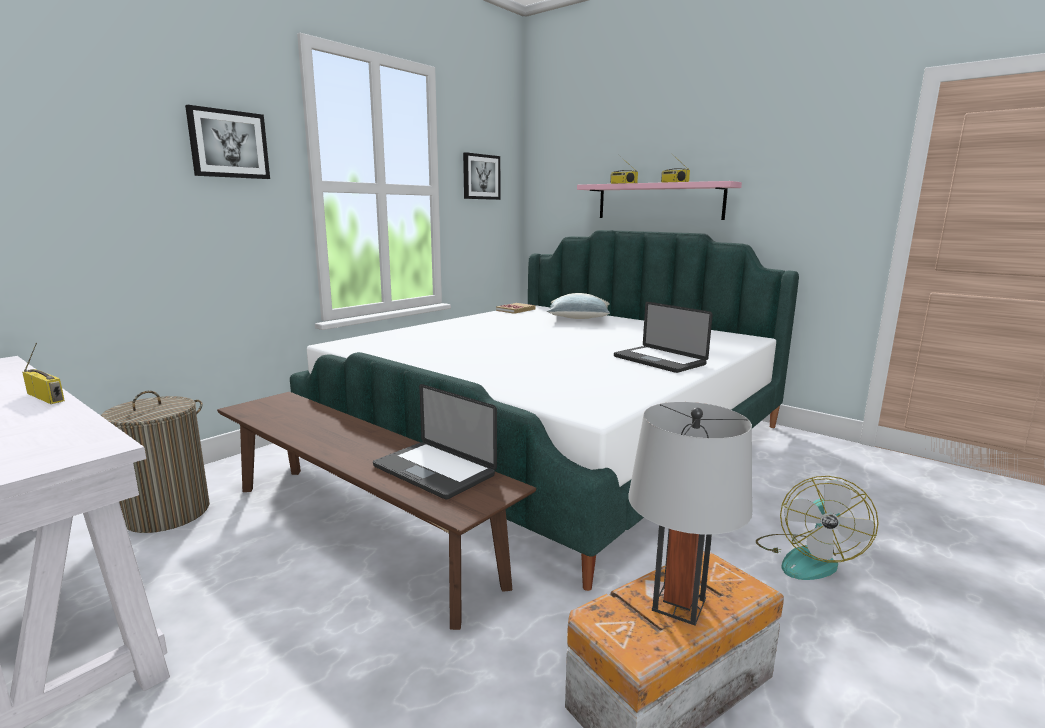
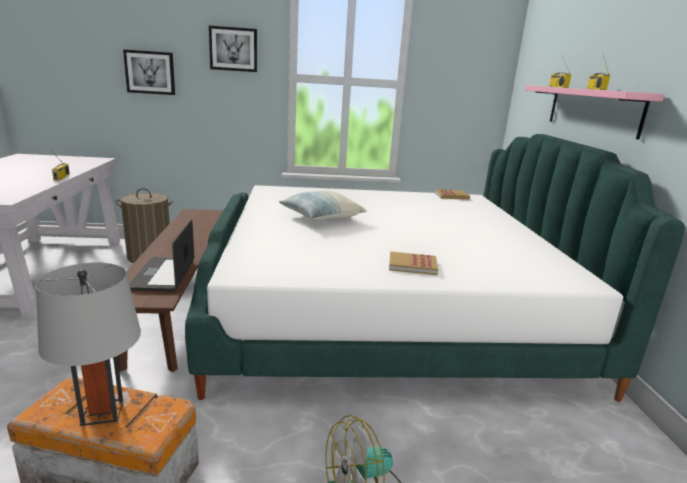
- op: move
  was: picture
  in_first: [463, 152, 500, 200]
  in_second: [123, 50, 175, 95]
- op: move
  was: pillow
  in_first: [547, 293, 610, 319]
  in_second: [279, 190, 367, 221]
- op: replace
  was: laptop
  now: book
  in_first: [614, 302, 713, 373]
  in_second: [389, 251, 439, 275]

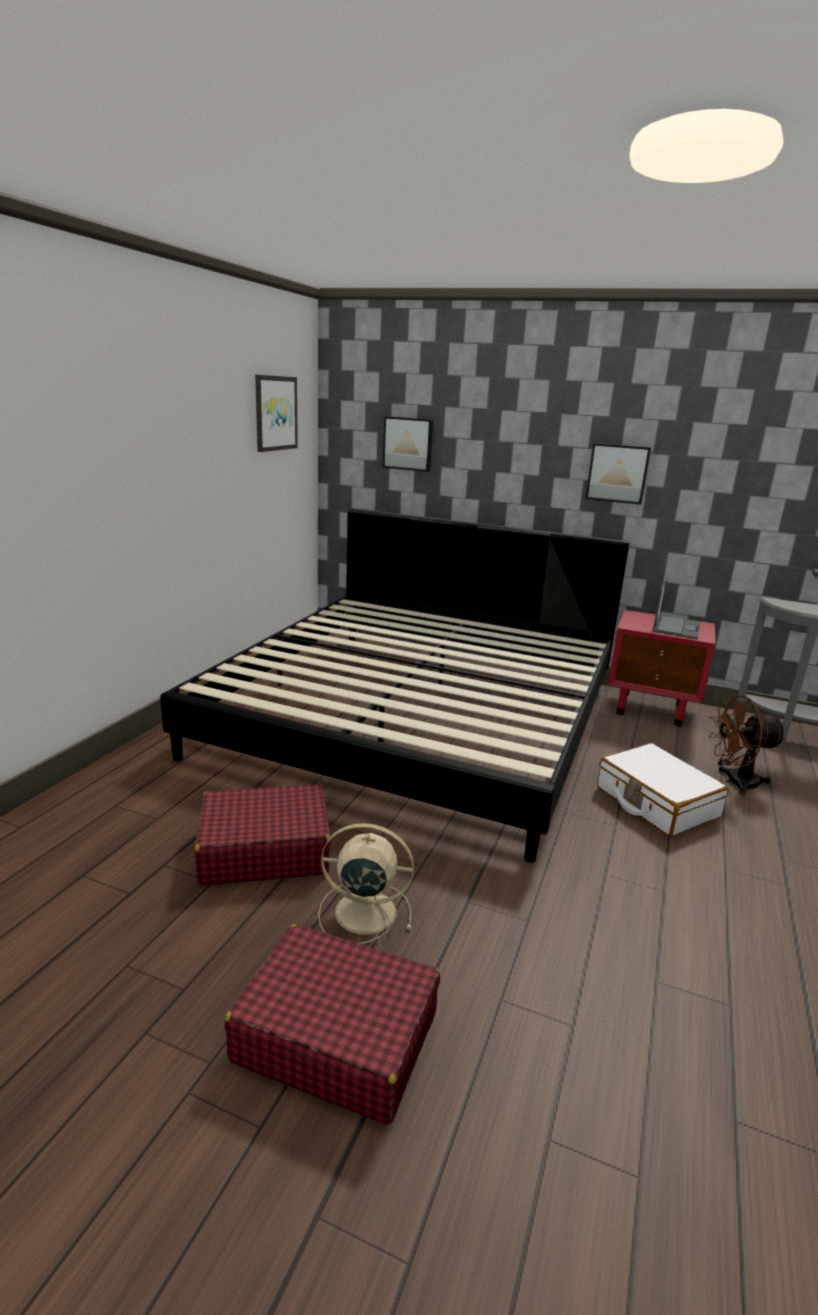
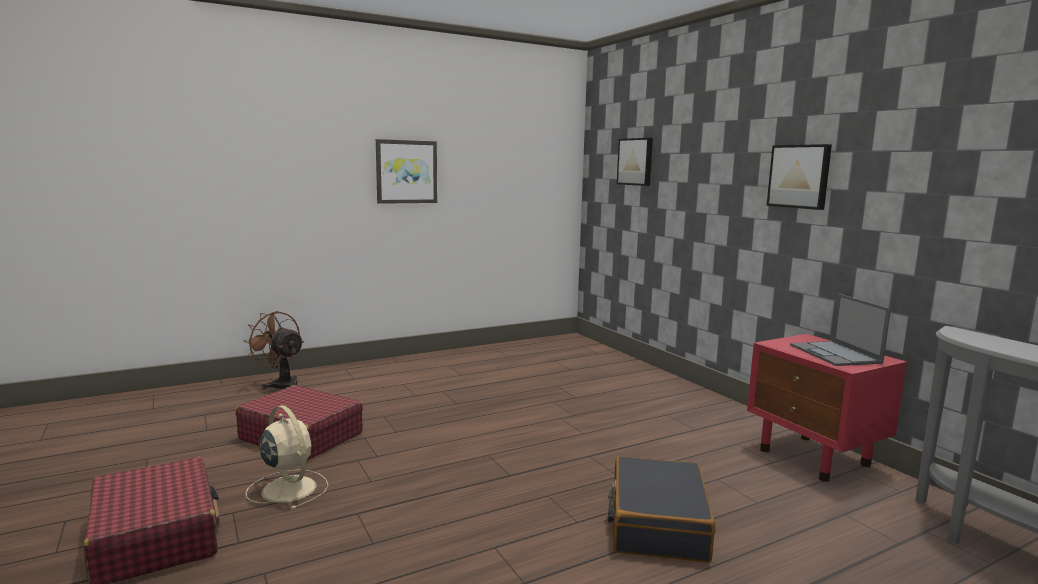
- op: move
  was: brown fan
  in_first: [709, 695, 787, 795]
  in_second: [243, 311, 304, 390]
- op: move
  was: picture
  in_first: [255, 375, 298, 452]
  in_second: [376, 139, 437, 204]
- op: recolor
  was: white suitcase
  now: black suitcase
  in_first: [597, 743, 729, 837]
  in_second: [608, 456, 715, 563]
- op: rotate
  was: laptop
  in_first: [653, 576, 701, 639]
  in_second: [790, 294, 891, 366]
  clockwise: 105
- op: delete
  was: bed
  in_first: [160, 508, 630, 863]

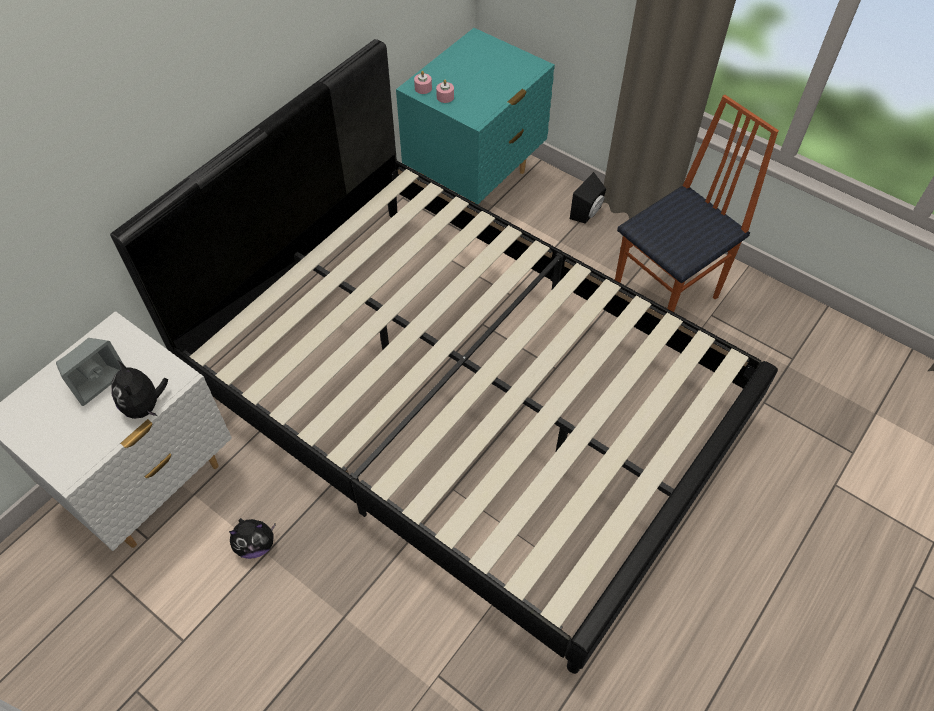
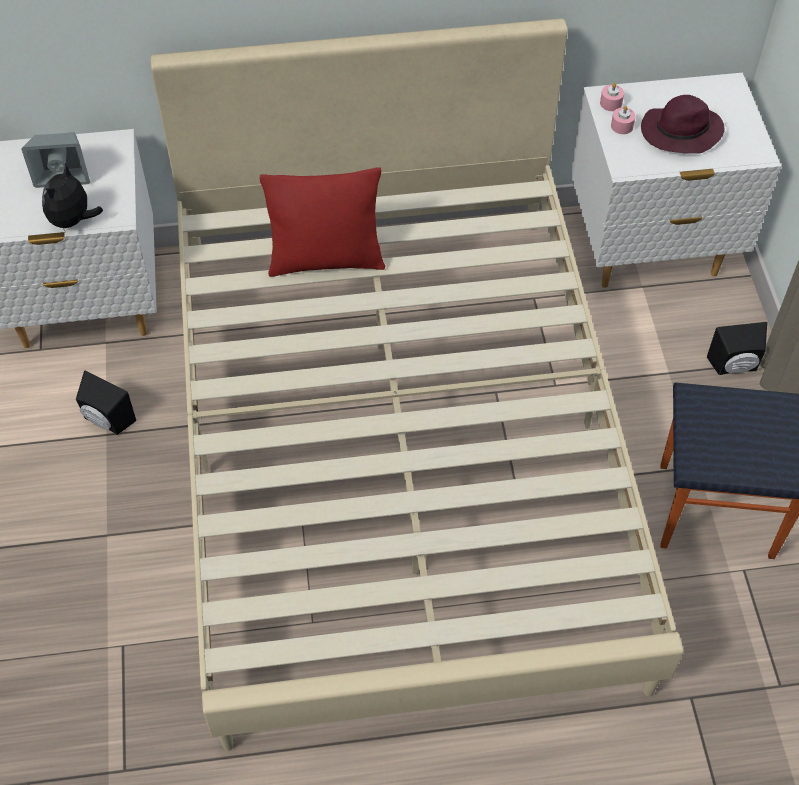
- op: replace
  was: plush toy
  now: black speaker
  in_first: [229, 518, 275, 559]
  in_second: [76, 370, 136, 435]
- op: recolor
  was: black bed
  now: beige bed
  in_first: [110, 39, 778, 674]
  in_second: [151, 18, 683, 751]
- op: insert
  now: red pillow
  in_second: [260, 167, 386, 277]
- op: recolor
  was: turquoise nightstand
  now: white nightstand
  in_first: [396, 28, 555, 204]
  in_second: [570, 73, 781, 288]
- op: insert
  now: purple hat
  in_second: [641, 95, 725, 154]

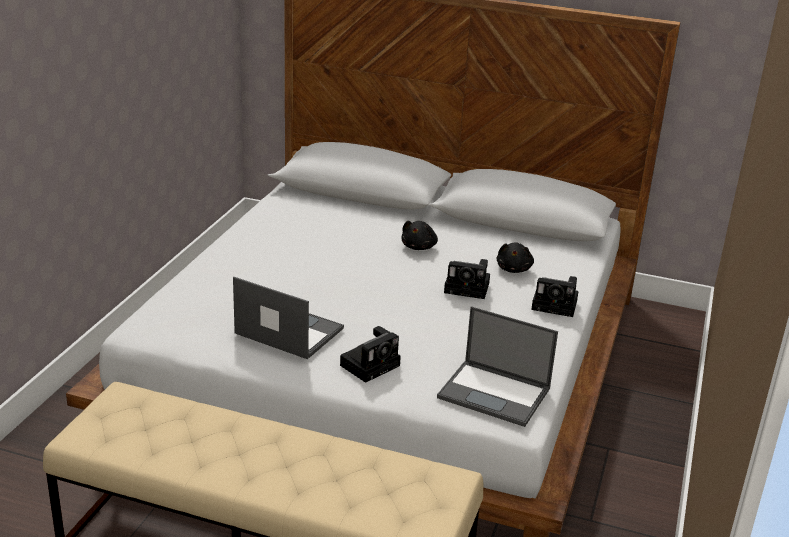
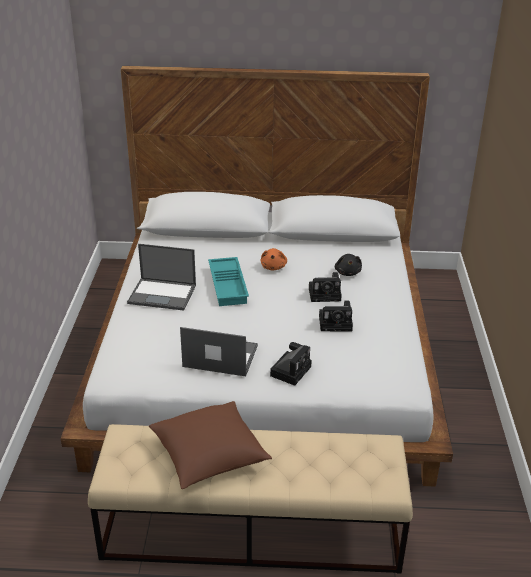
- op: move
  was: laptop
  in_first: [437, 306, 558, 427]
  in_second: [127, 244, 196, 311]
- op: insert
  now: brown pillow
  in_second: [149, 401, 272, 489]
- op: insert
  now: turquoise tray
  in_second: [208, 257, 249, 306]
- op: recolor
  was: black plush toy
  now: orange plush toy
  in_first: [401, 221, 438, 250]
  in_second: [260, 248, 287, 270]
- op: move
  was: photo camera
  in_first: [531, 276, 579, 317]
  in_second: [319, 301, 353, 331]

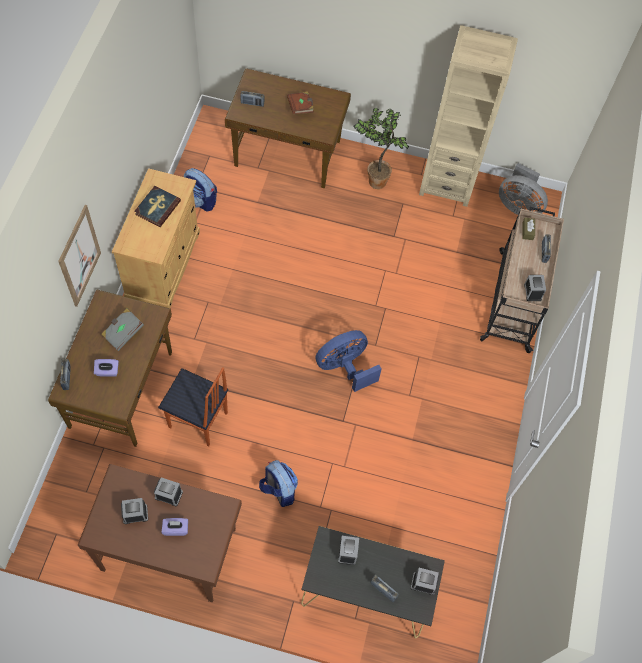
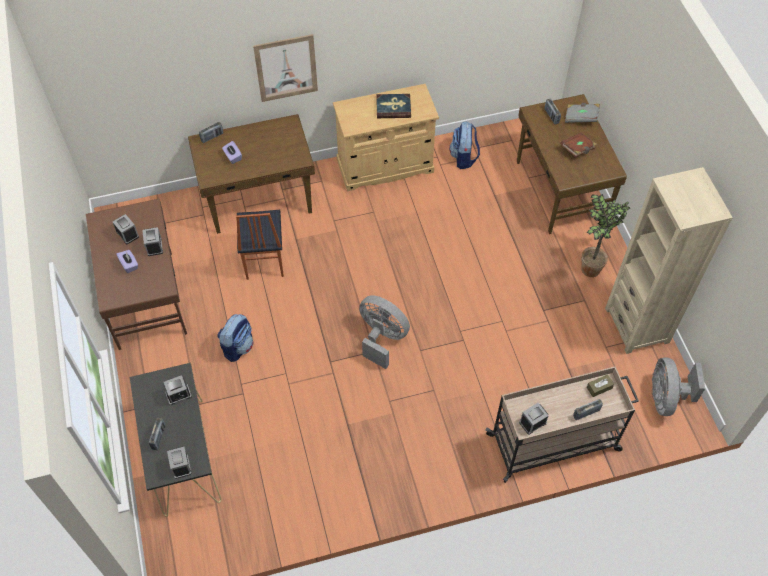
- op: recolor
  was: blue fan
  now: grey fan
  in_first: [315, 330, 381, 392]
  in_second: [359, 295, 410, 369]
- op: move
  was: grey book
  in_first: [101, 308, 144, 351]
  in_second: [565, 103, 600, 123]

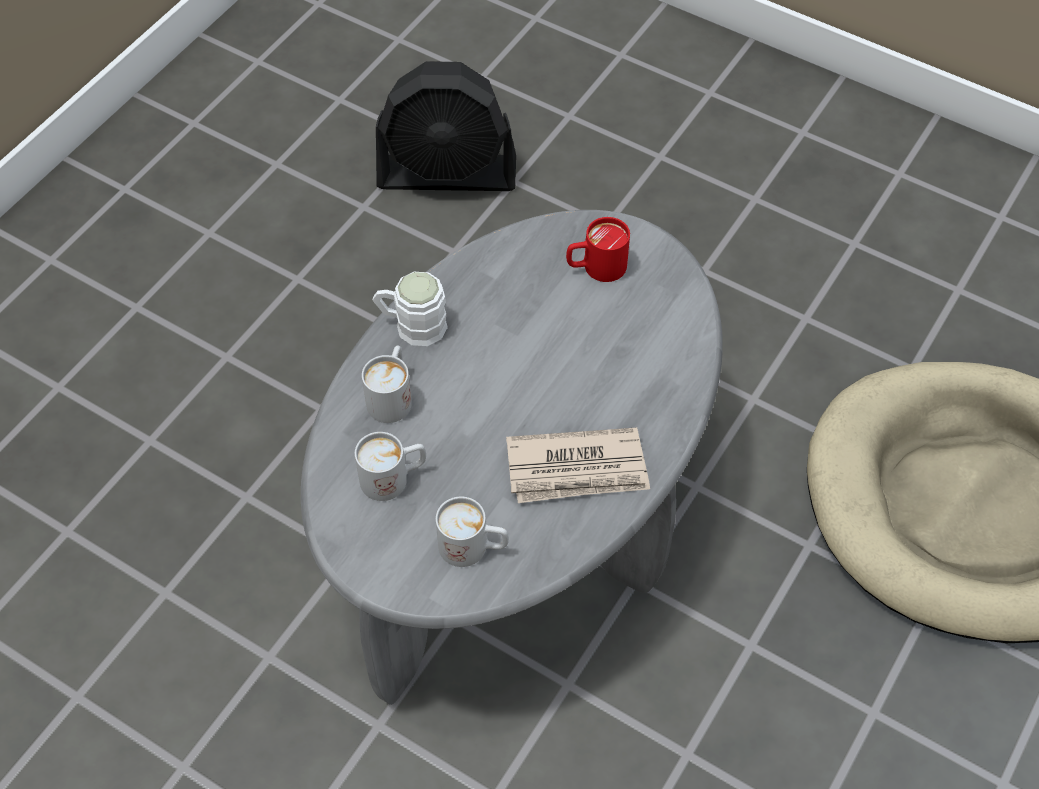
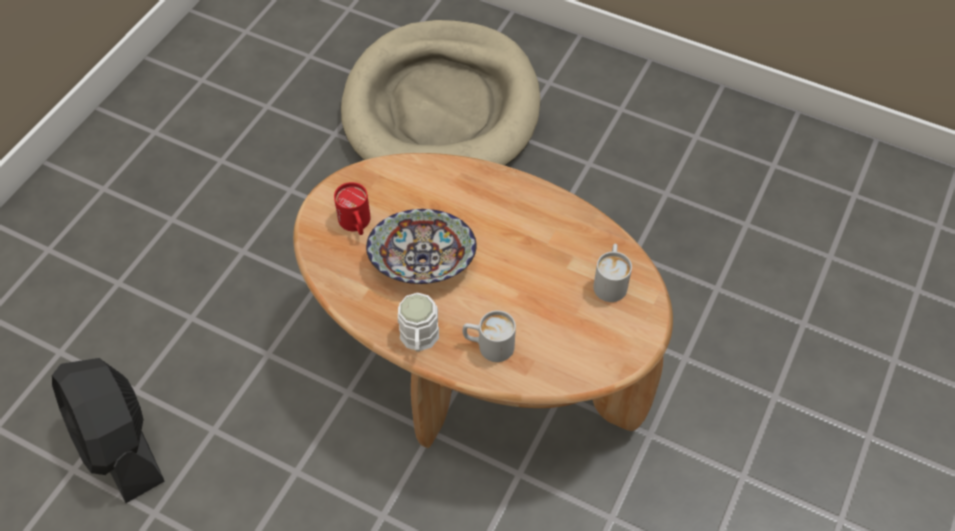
- op: rotate
  was: black fan
  in_first: [376, 61, 516, 191]
  in_second: [52, 358, 165, 503]
  clockwise: 150
- op: recolor
  was: grey coffee table
  now: brown coffee table
  in_first: [301, 210, 723, 705]
  in_second: [293, 153, 673, 448]
- op: insert
  now: bowl
  in_second: [366, 209, 477, 284]
- op: delete
  was: white mug
  in_first: [355, 432, 426, 501]
- op: delete
  was: newspaper
  in_first: [506, 428, 650, 503]

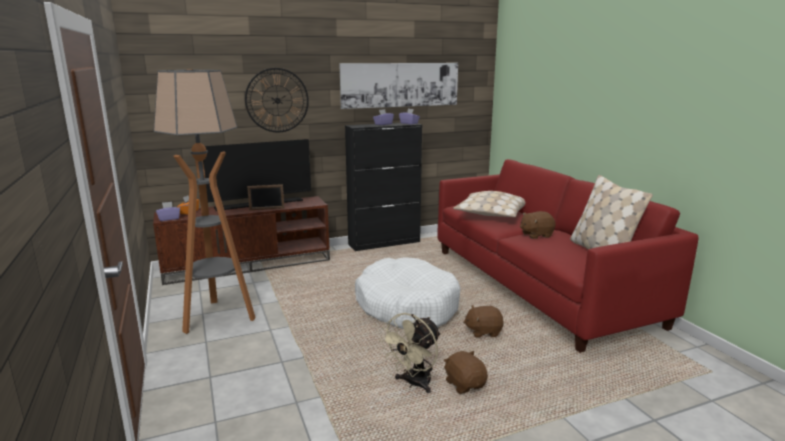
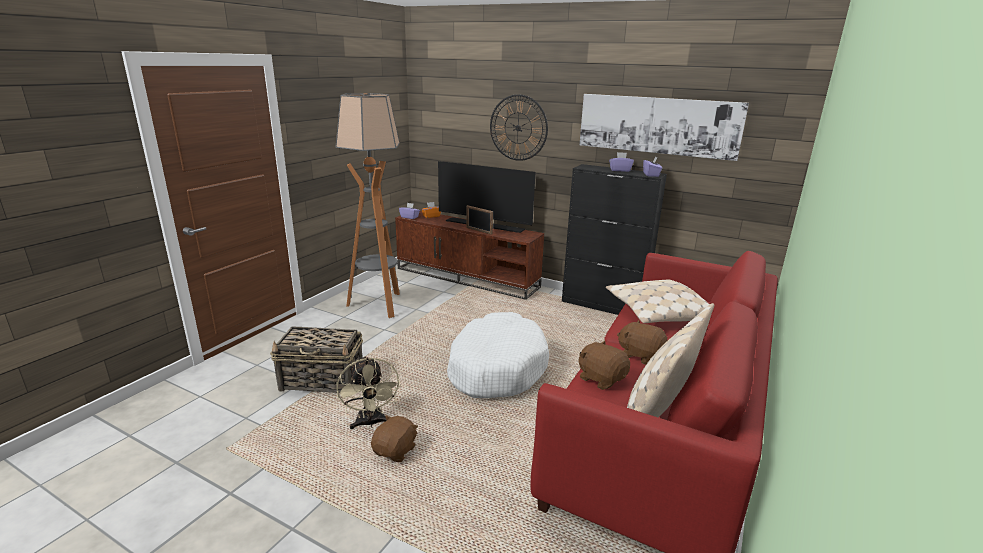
- op: insert
  now: basket
  in_second: [270, 326, 363, 393]
- op: rotate
  was: beige fan
  in_first: [379, 313, 441, 393]
  in_second: [336, 356, 401, 429]
  clockwise: -105
- op: move
  was: brown plush toy
  in_first: [463, 305, 504, 338]
  in_second: [579, 341, 630, 390]

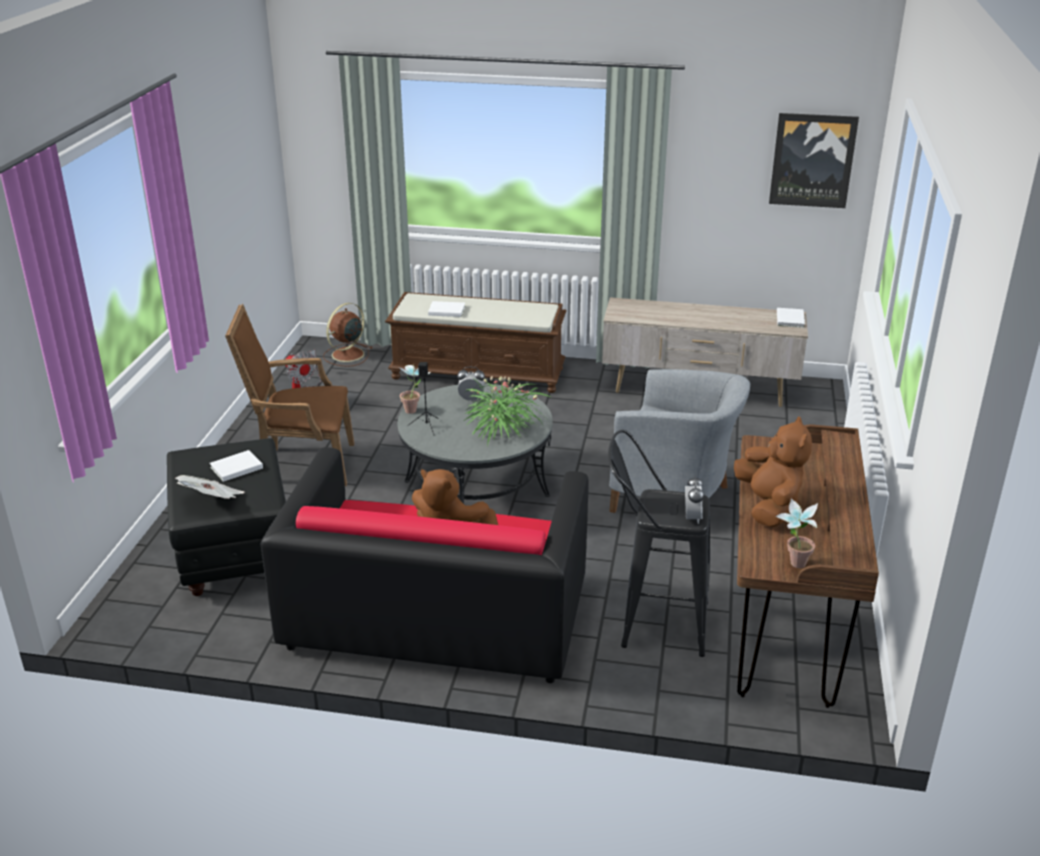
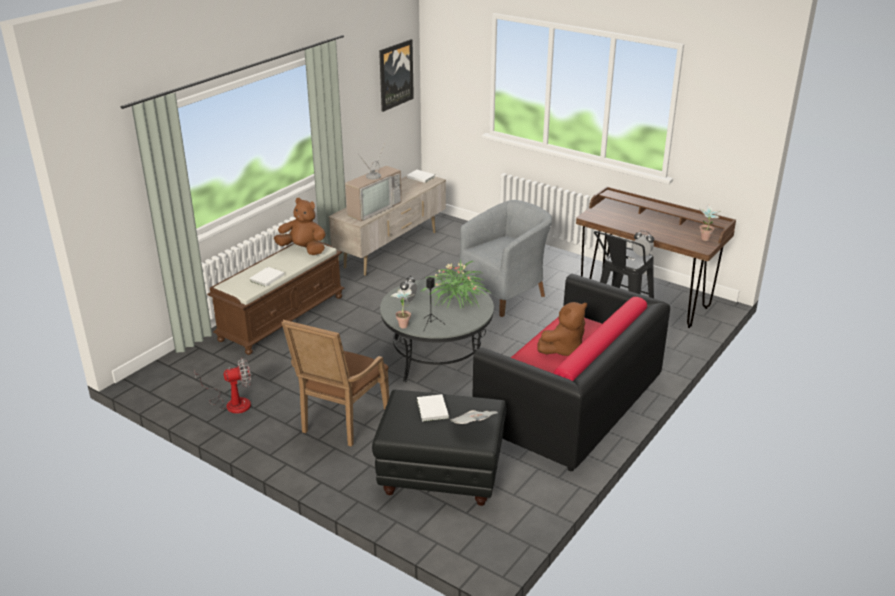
- op: move
  was: brown plush toy
  in_first: [734, 416, 812, 528]
  in_second: [274, 198, 326, 255]
- op: insert
  now: television
  in_second: [345, 146, 402, 221]
- op: delete
  was: brown fan
  in_first: [323, 303, 372, 367]

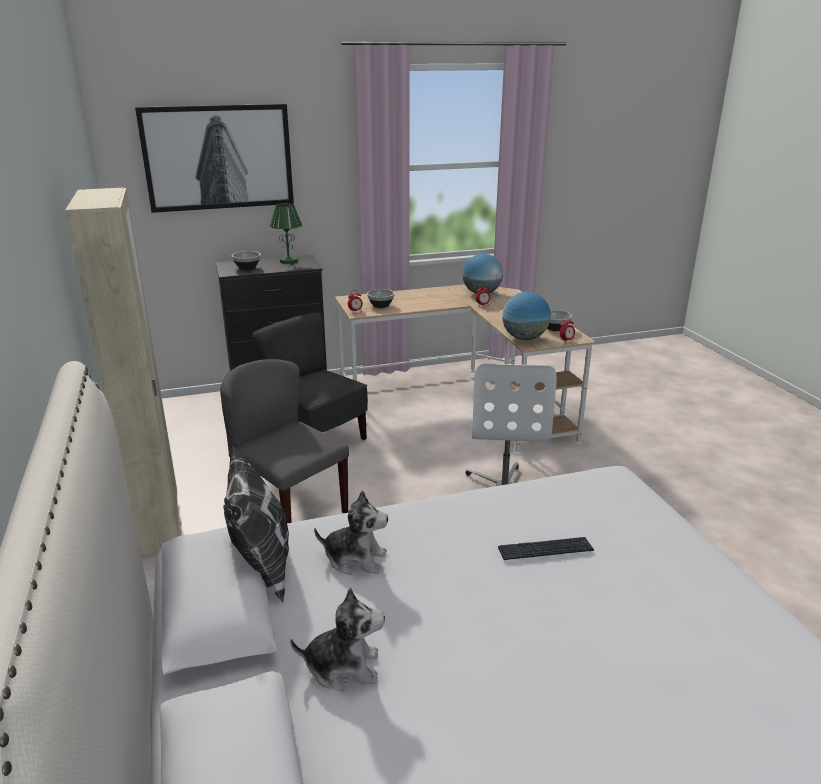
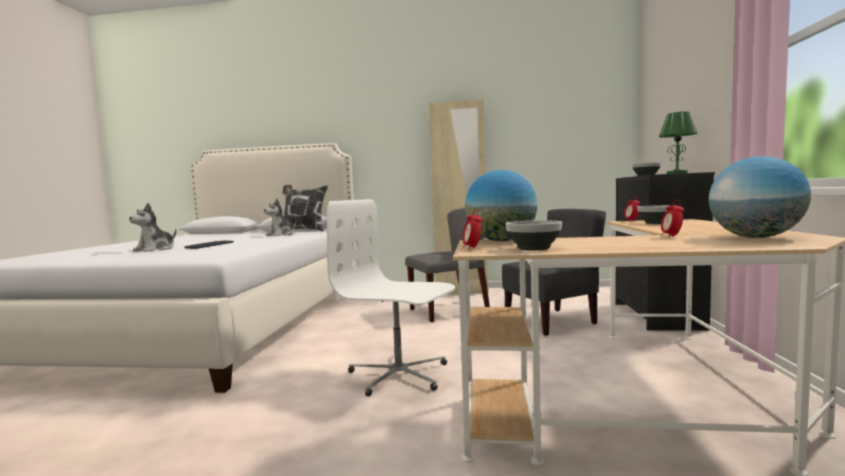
- op: move
  was: plush toy
  in_first: [290, 588, 385, 691]
  in_second: [129, 203, 177, 252]
- op: delete
  was: picture
  in_first: [135, 104, 294, 213]

